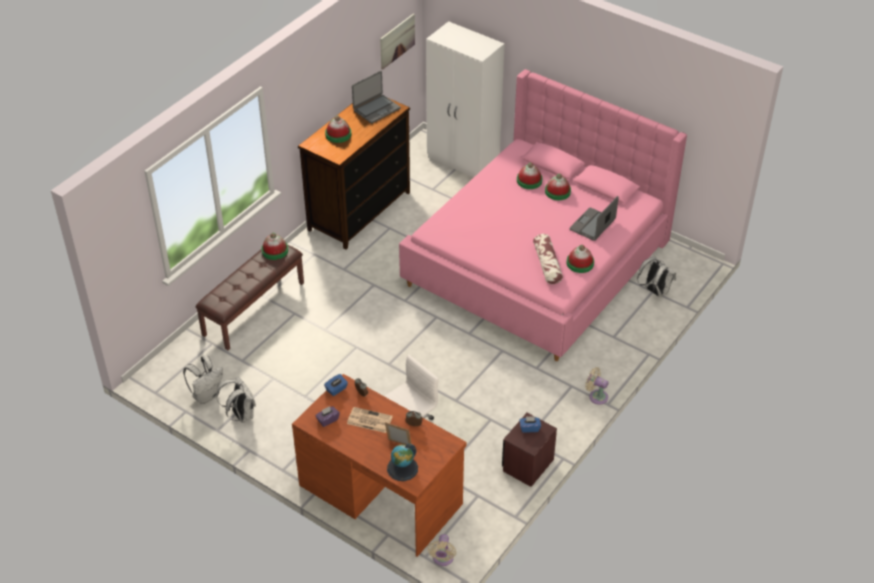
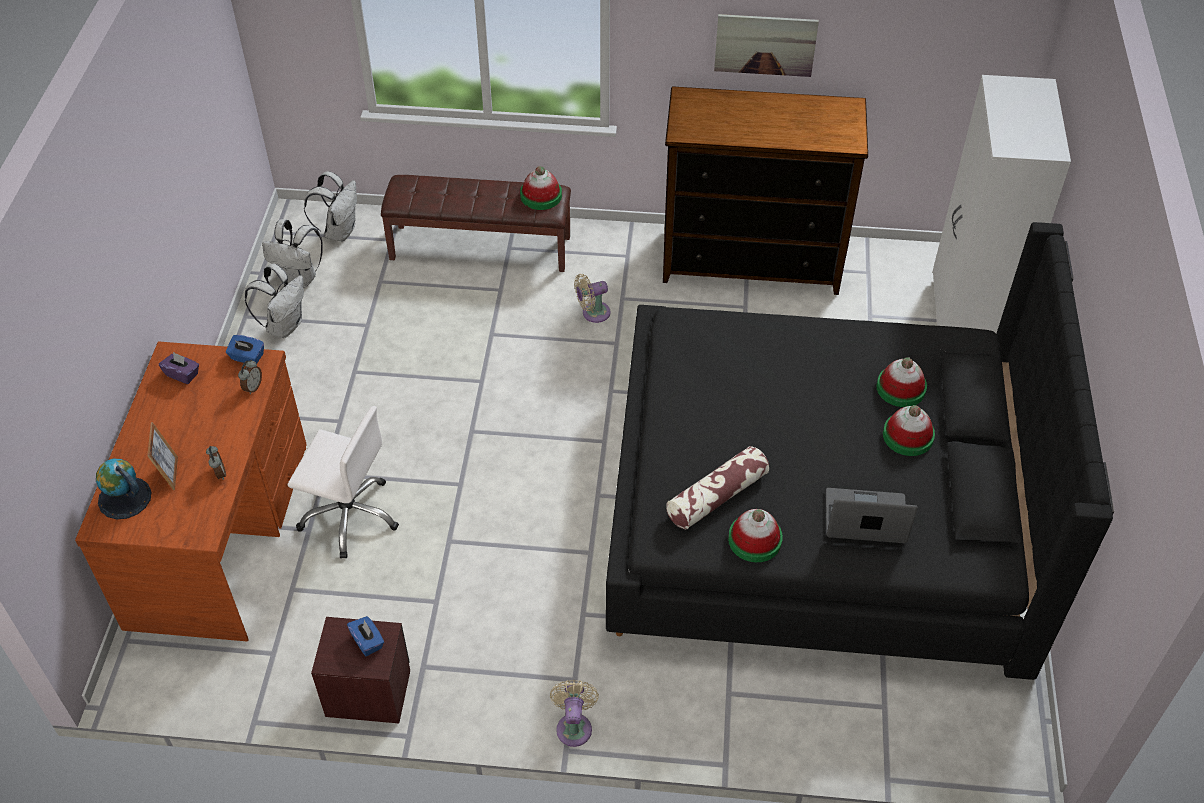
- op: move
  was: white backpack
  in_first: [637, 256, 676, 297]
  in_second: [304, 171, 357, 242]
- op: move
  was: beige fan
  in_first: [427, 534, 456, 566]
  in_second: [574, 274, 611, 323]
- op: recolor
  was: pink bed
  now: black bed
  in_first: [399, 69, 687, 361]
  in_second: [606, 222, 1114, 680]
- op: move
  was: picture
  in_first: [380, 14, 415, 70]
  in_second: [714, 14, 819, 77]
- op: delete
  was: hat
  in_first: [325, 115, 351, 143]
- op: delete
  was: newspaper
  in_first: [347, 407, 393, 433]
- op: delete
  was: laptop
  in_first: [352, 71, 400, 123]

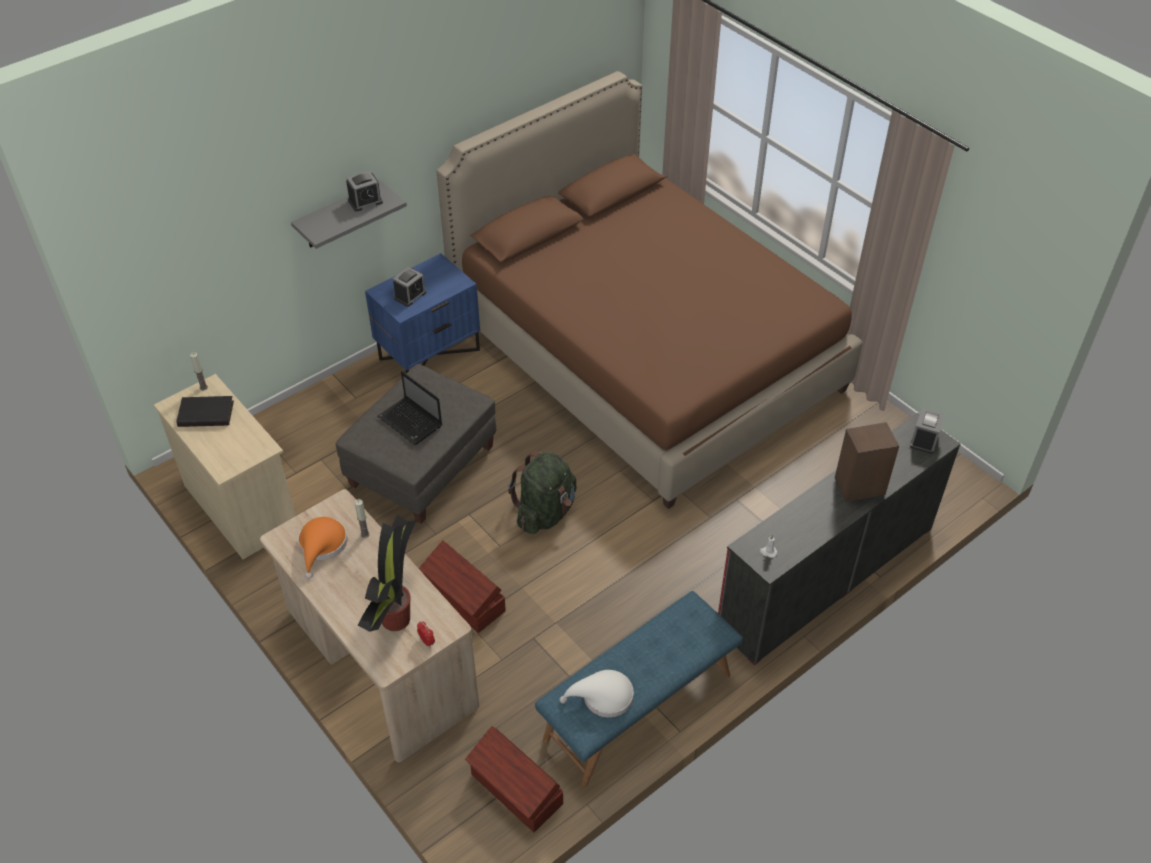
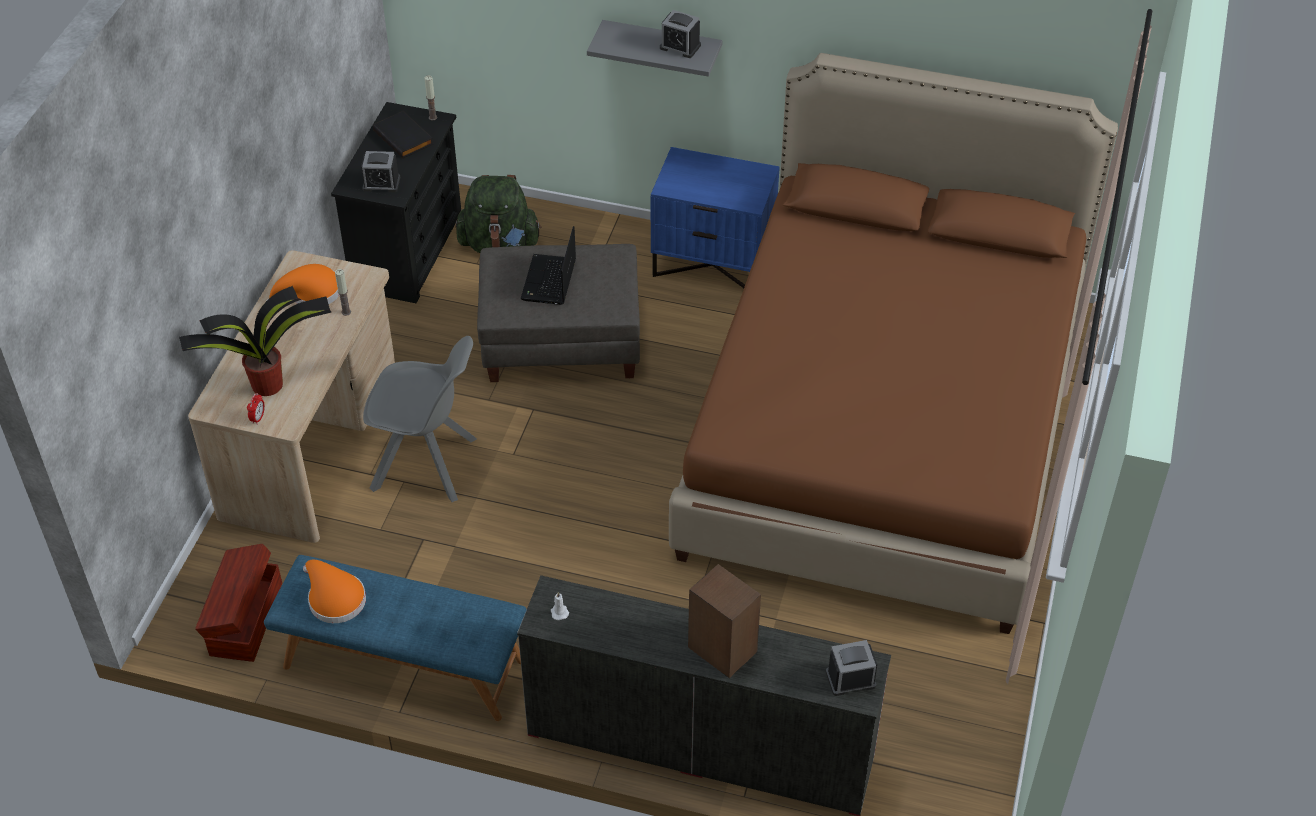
- op: recolor
  was: white hat
  now: orange hat
  in_first: [560, 670, 634, 718]
  in_second: [303, 560, 366, 623]
- op: recolor
  was: beige dresser
  now: black dresser
  in_first: [154, 374, 296, 559]
  in_second: [331, 102, 461, 303]
- op: move
  was: alarm clock
  in_first: [393, 267, 426, 307]
  in_second: [361, 151, 400, 192]
- op: replace
  was: brown storage box
  now: grey chair
  in_first: [419, 540, 506, 633]
  in_second: [363, 336, 477, 502]
- op: move
  was: green backpack
  in_first: [508, 451, 576, 534]
  in_second: [455, 175, 541, 253]

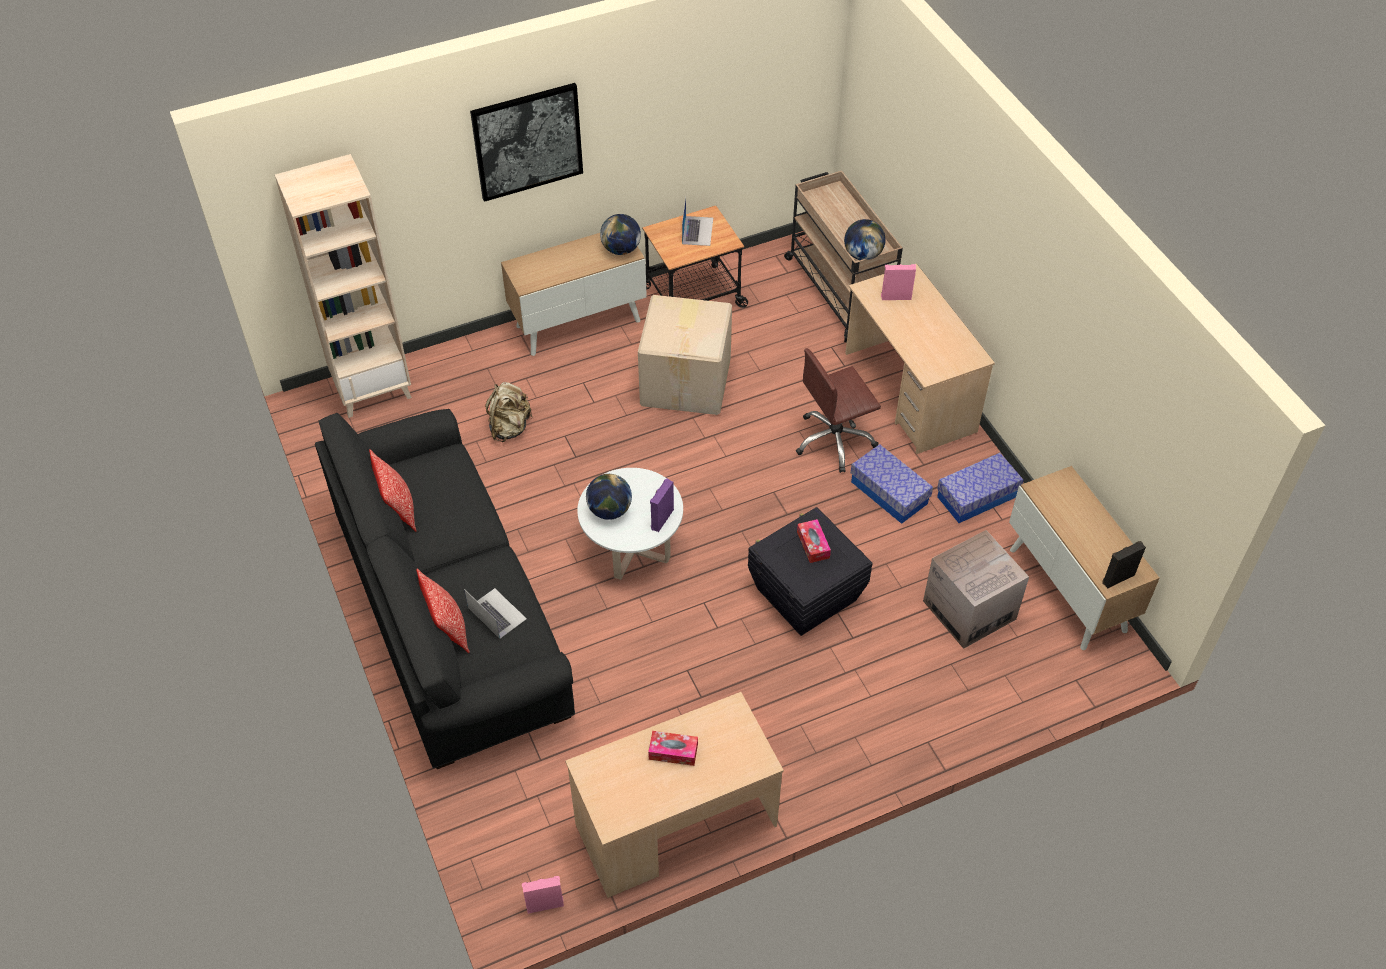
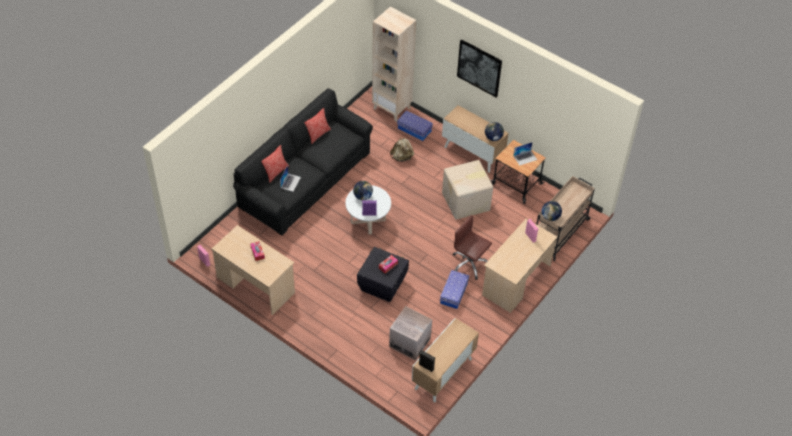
- op: move
  was: storage box
  in_first: [937, 453, 1023, 523]
  in_second: [397, 111, 433, 141]

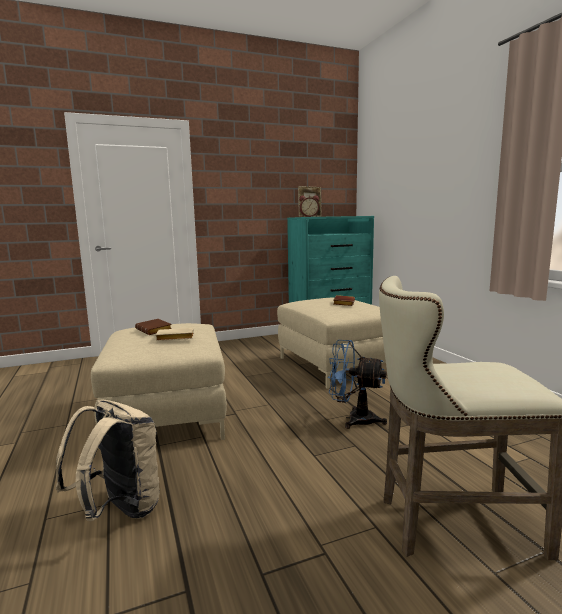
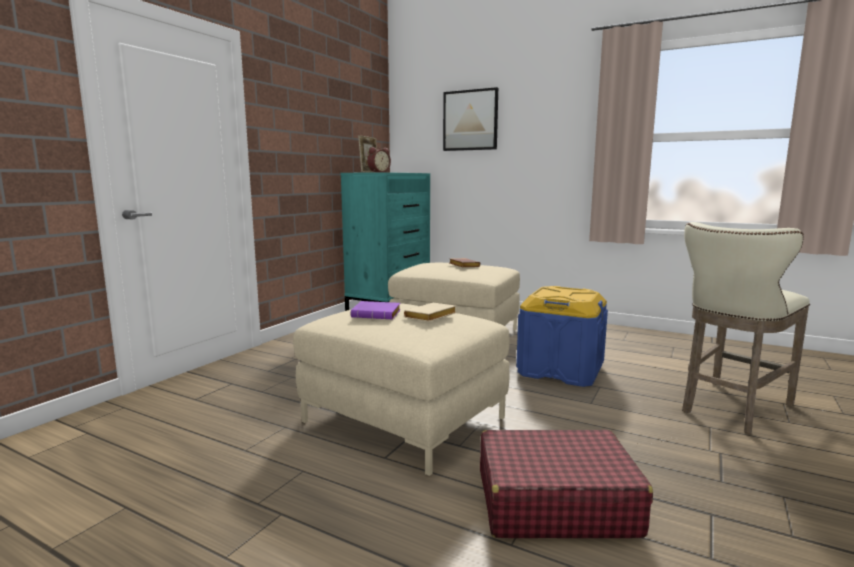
- op: recolor
  was: brown book
  now: purple book
  in_first: [135, 319, 172, 335]
  in_second: [351, 301, 401, 319]
- op: insert
  now: picture
  in_second: [443, 87, 498, 151]
- op: replace
  was: beige backpack
  now: red suitcase
  in_first: [56, 399, 159, 521]
  in_second: [480, 430, 653, 538]
- op: replace
  was: blue fan
  now: blue storage box
  in_first: [328, 340, 387, 429]
  in_second: [516, 286, 608, 387]

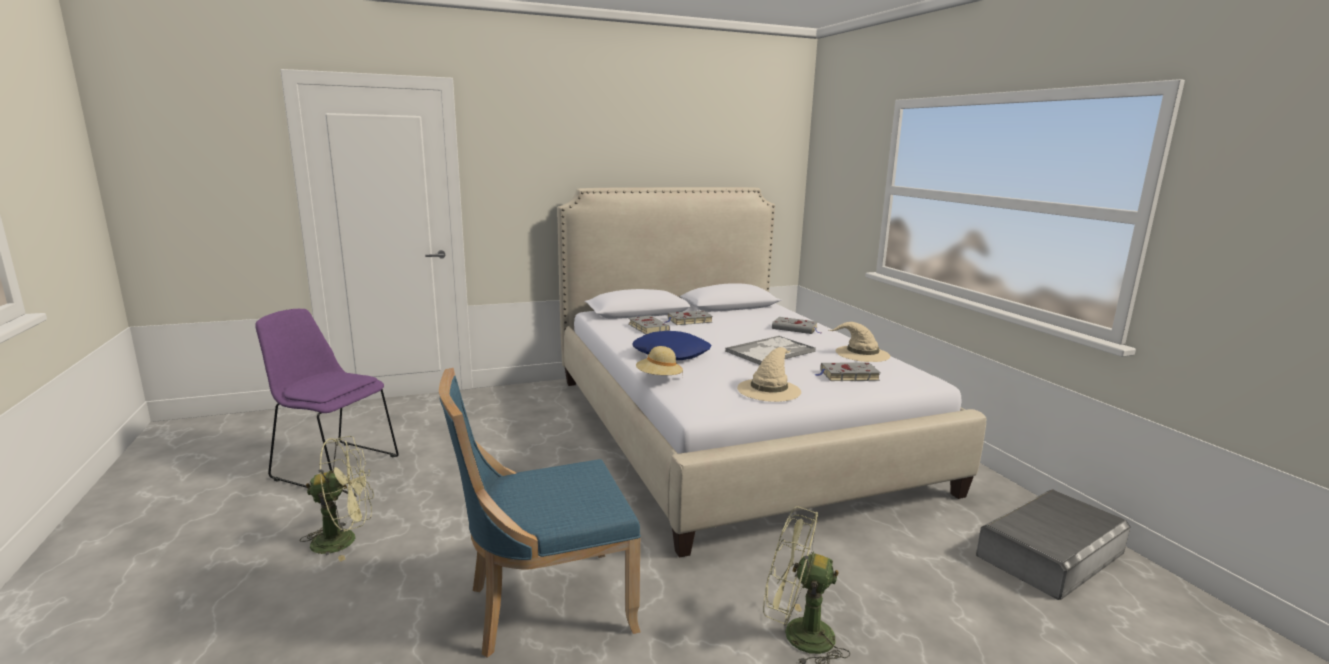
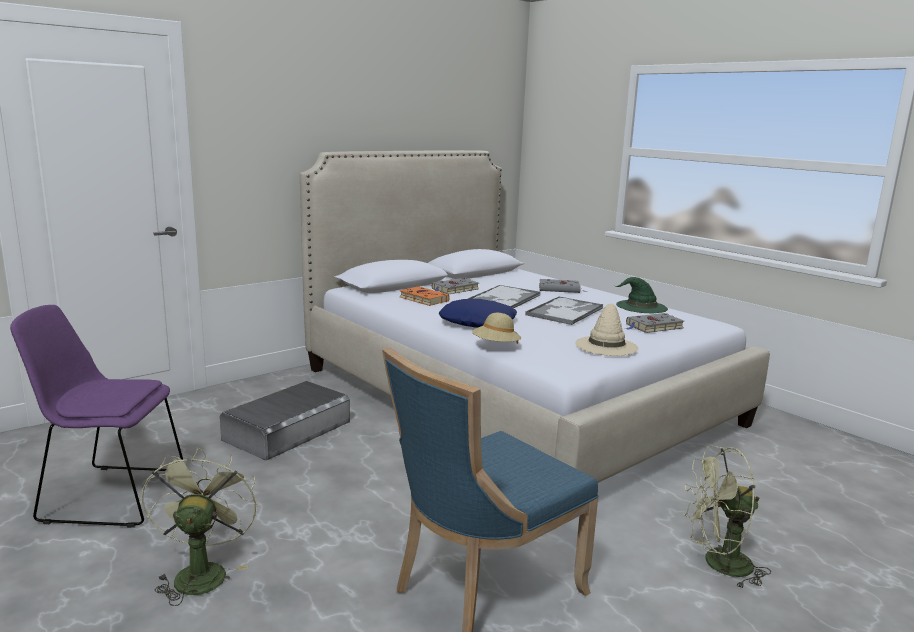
- op: rotate
  was: green fan
  in_first: [300, 436, 374, 562]
  in_second: [141, 447, 258, 606]
  clockwise: -60
- op: move
  was: grey storage box
  in_first: [976, 490, 1130, 600]
  in_second: [220, 381, 350, 461]
- op: recolor
  was: grey book
  now: orange book
  in_first: [629, 315, 670, 335]
  in_second: [400, 286, 450, 306]
- op: insert
  now: tray
  in_second: [468, 285, 541, 308]
- op: recolor
  was: beige hat
  now: green hat
  in_first: [829, 322, 890, 362]
  in_second: [615, 277, 668, 313]

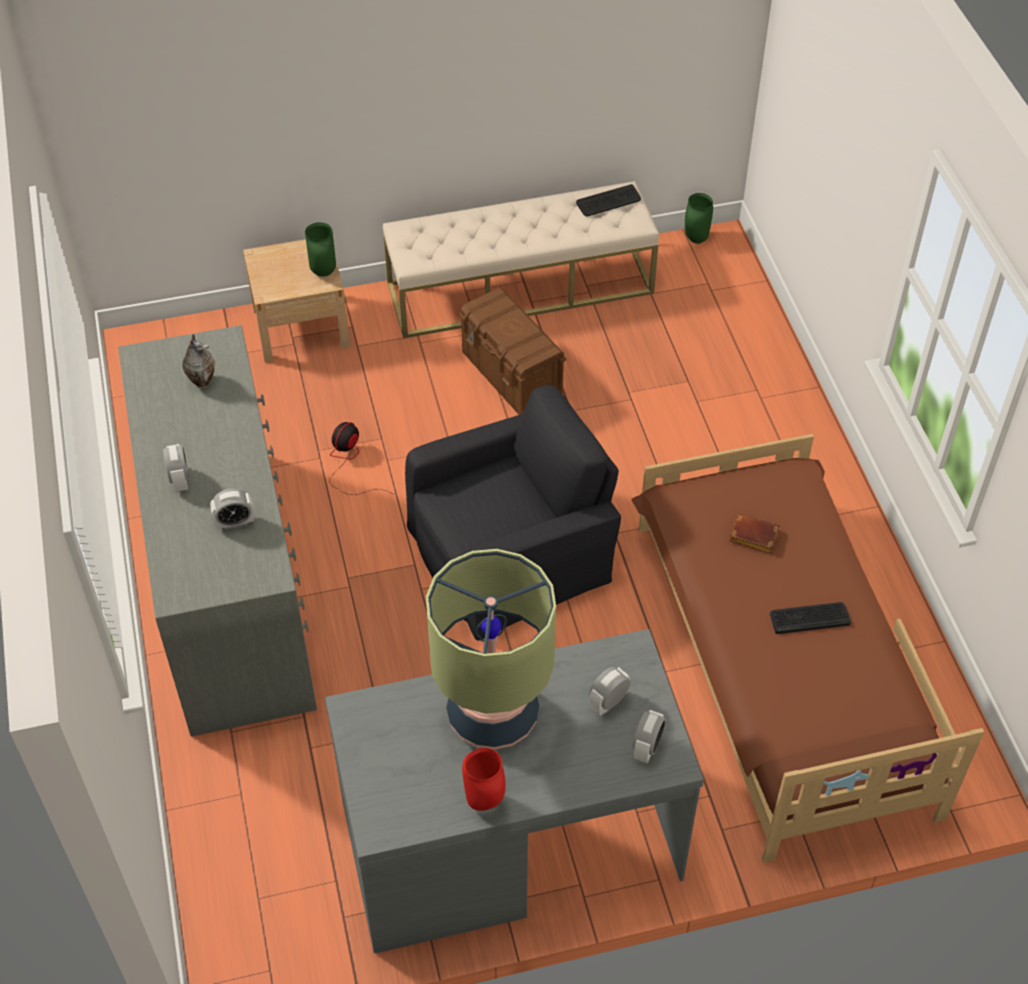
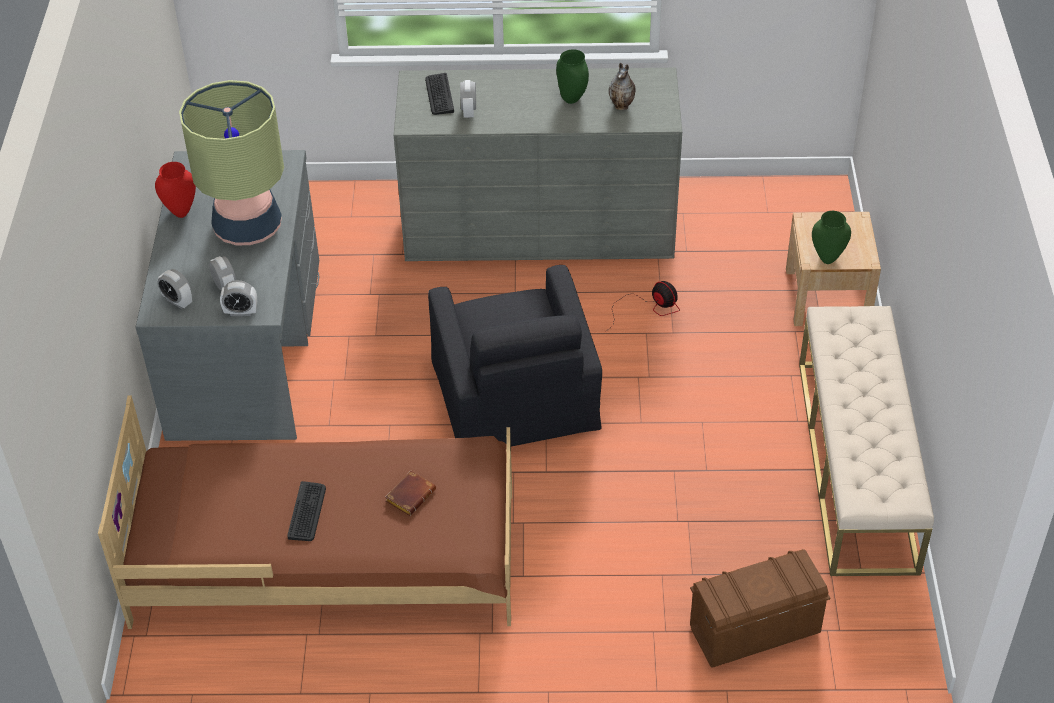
- op: move
  was: alarm clock
  in_first: [163, 444, 189, 492]
  in_second: [220, 280, 257, 316]
- op: move
  was: keyboard
  in_first: [576, 184, 641, 216]
  in_second: [425, 73, 454, 115]
- op: move
  was: green vase
  in_first: [685, 193, 713, 244]
  in_second: [556, 49, 589, 104]
- op: move
  was: brown storage box
  in_first: [458, 288, 567, 415]
  in_second: [690, 549, 830, 668]

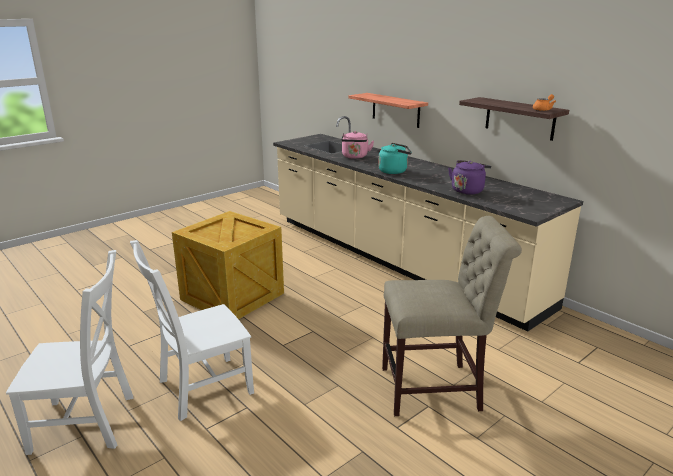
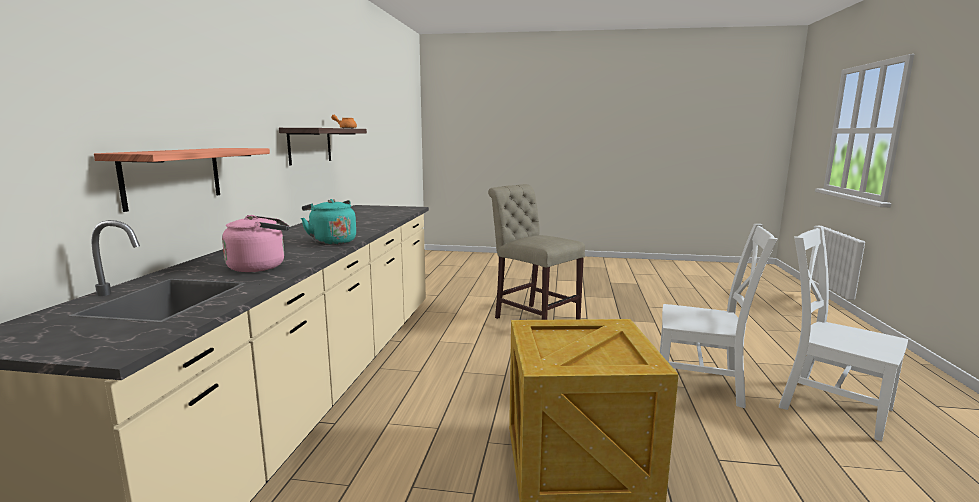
- op: delete
  was: purple kettle
  in_first: [448, 160, 491, 195]

